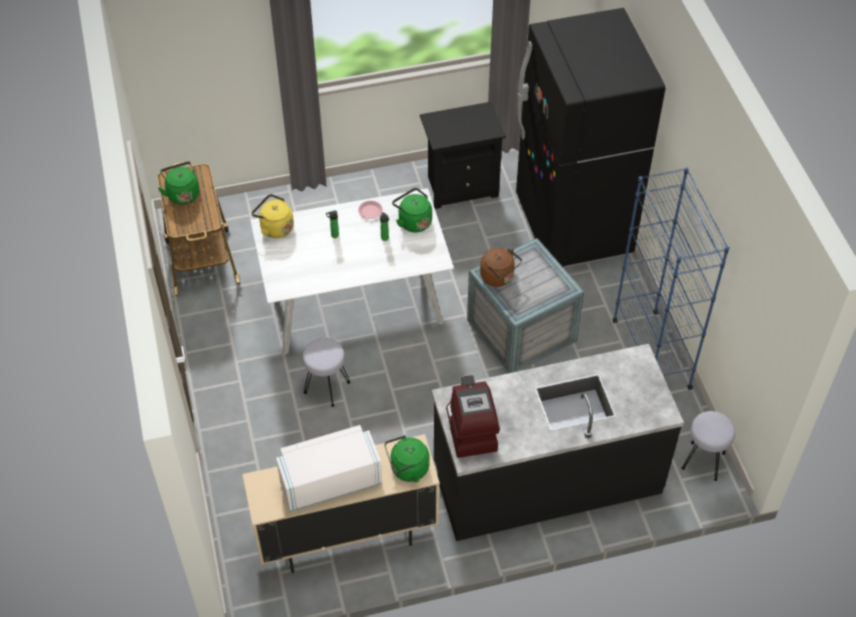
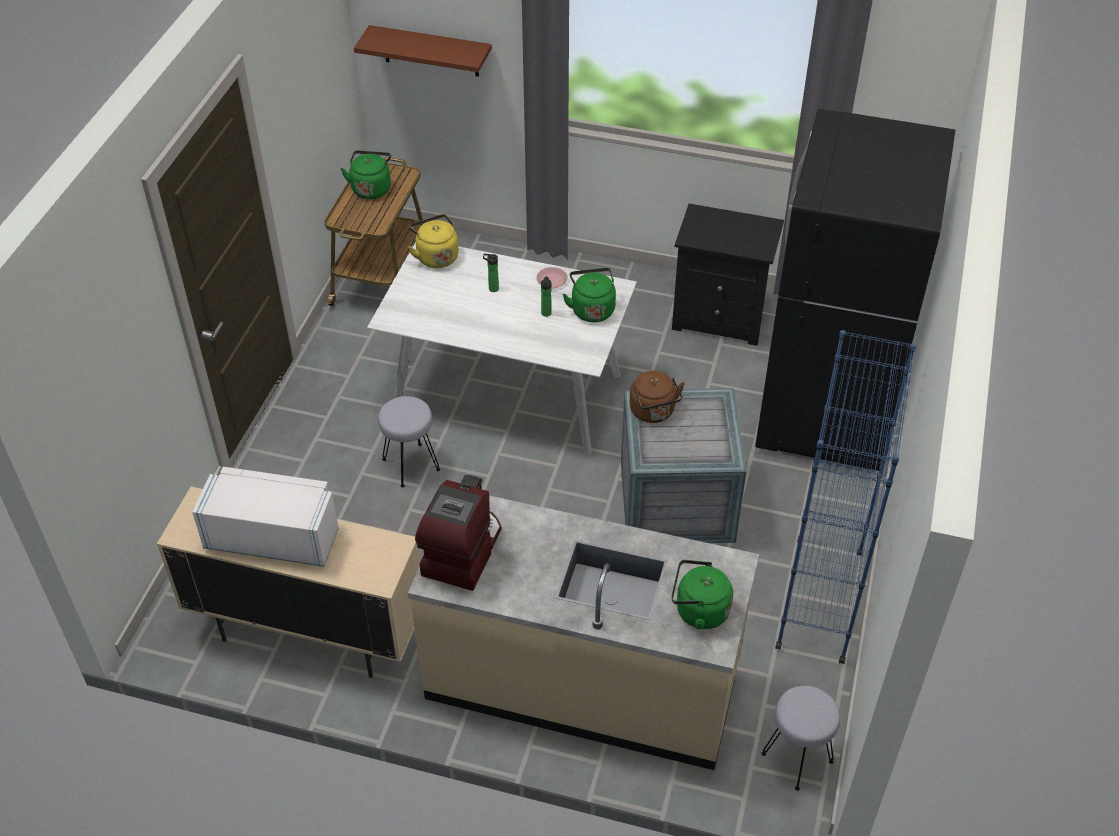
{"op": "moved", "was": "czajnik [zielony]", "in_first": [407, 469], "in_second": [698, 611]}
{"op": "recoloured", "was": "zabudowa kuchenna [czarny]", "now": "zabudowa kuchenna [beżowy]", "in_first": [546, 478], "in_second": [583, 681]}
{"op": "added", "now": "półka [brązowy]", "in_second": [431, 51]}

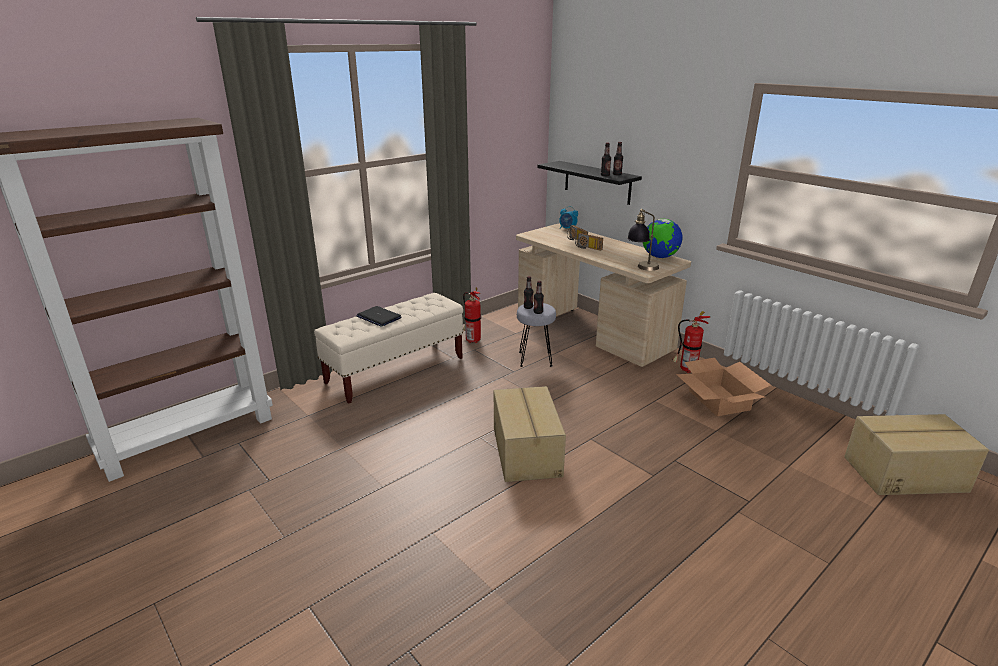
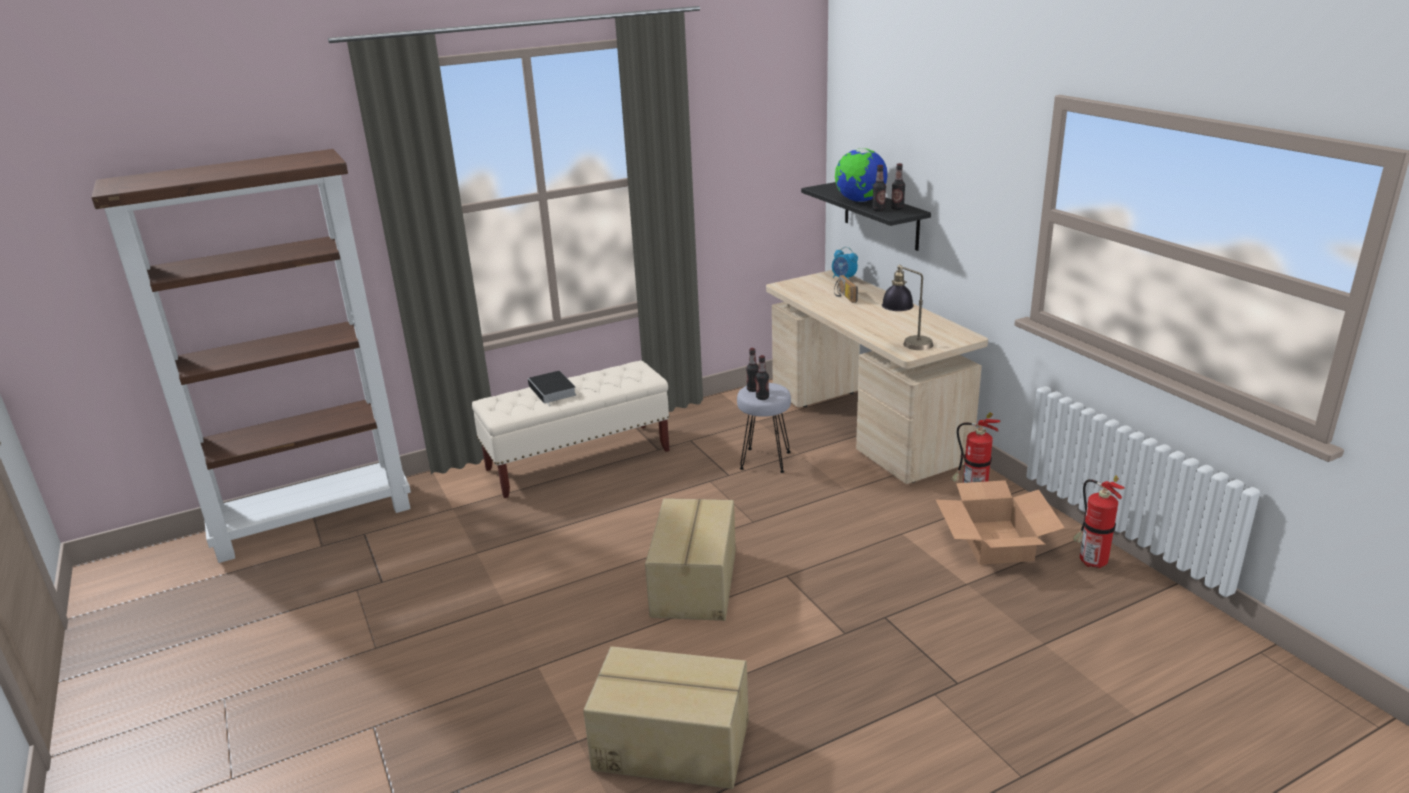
{"op": "replaced", "was": "laptop", "now": "książka", "in_first": [378, 317], "in_second": [553, 391]}
{"op": "moved", "was": "gaśnica", "in_first": [472, 340], "in_second": [1090, 561]}
{"op": "removed", "was": "radio", "in_first": [587, 248]}
{"op": "moved", "was": "globus", "in_first": [659, 257], "in_second": [860, 201]}
{"op": "moved", "was": "karton", "in_first": [903, 473], "in_second": [671, 743]}

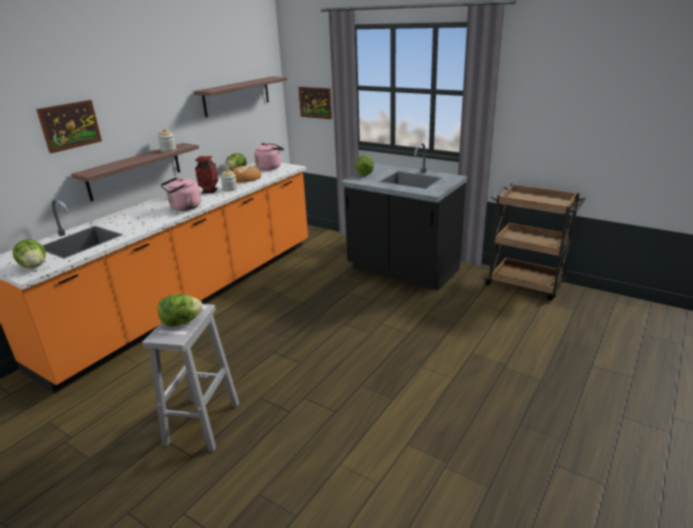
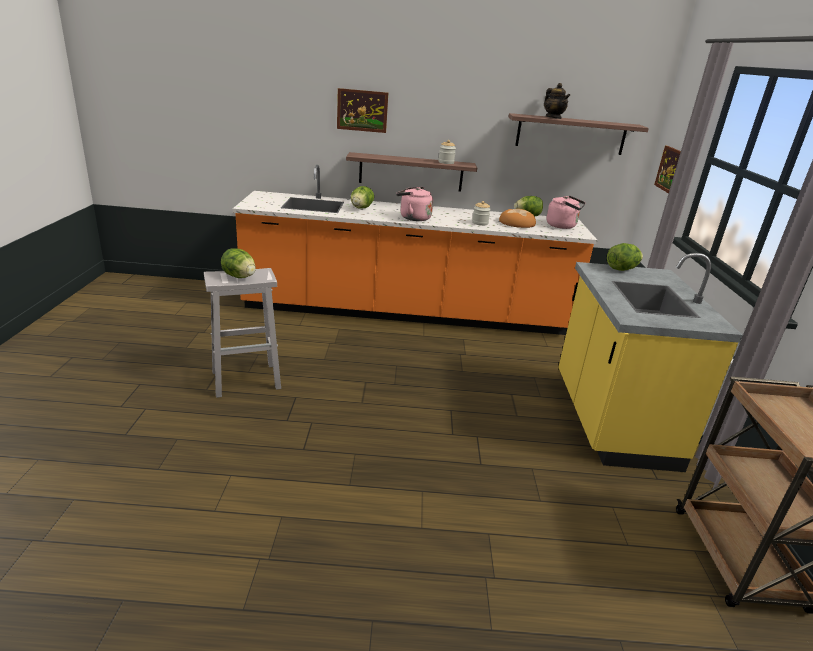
{"op": "moved", "was": "sałata", "in_first": [34, 266], "in_second": [361, 208]}
{"op": "removed", "was": "wazon", "in_first": [209, 191]}
{"op": "recoloured", "was": "zabudowa kuchenna [czarny]", "now": "zabudowa kuchenna [żółty]", "in_first": [402, 270], "in_second": [610, 421]}
{"op": "added", "now": "imbryk", "in_second": [553, 118]}

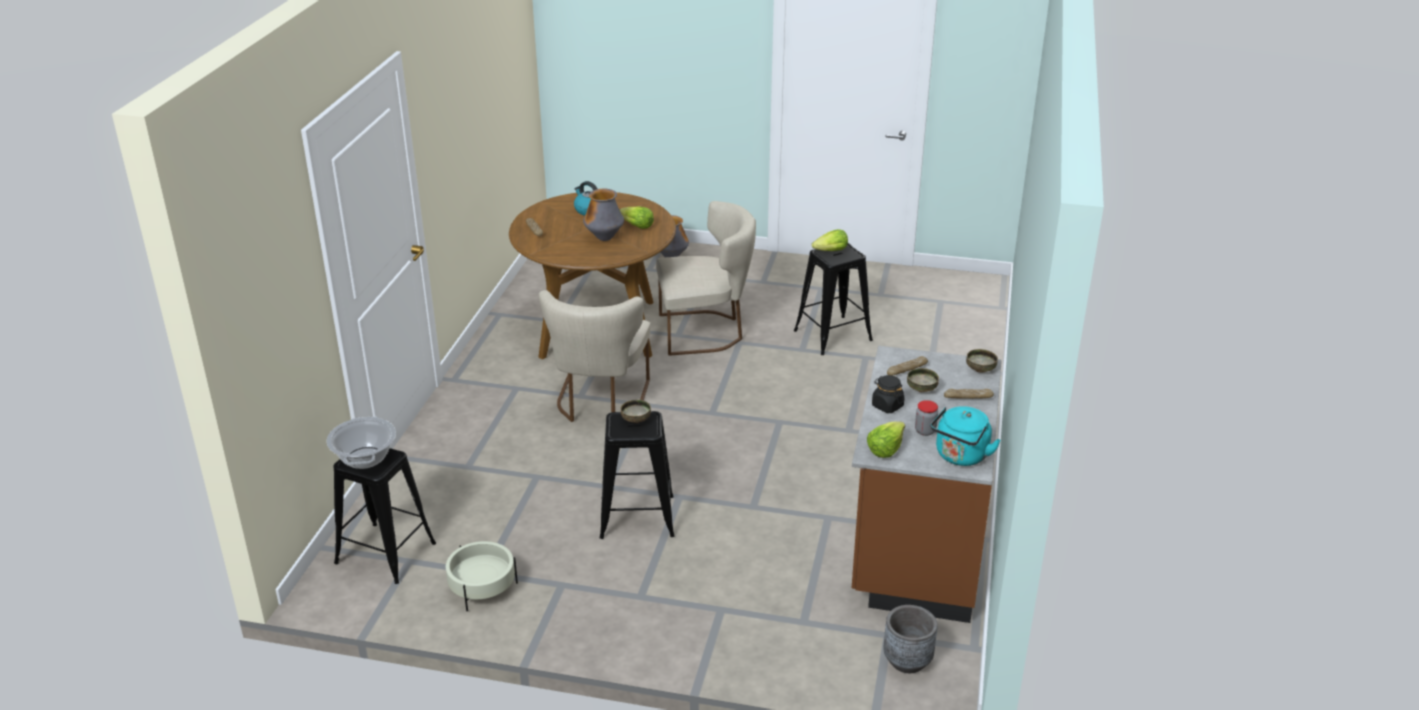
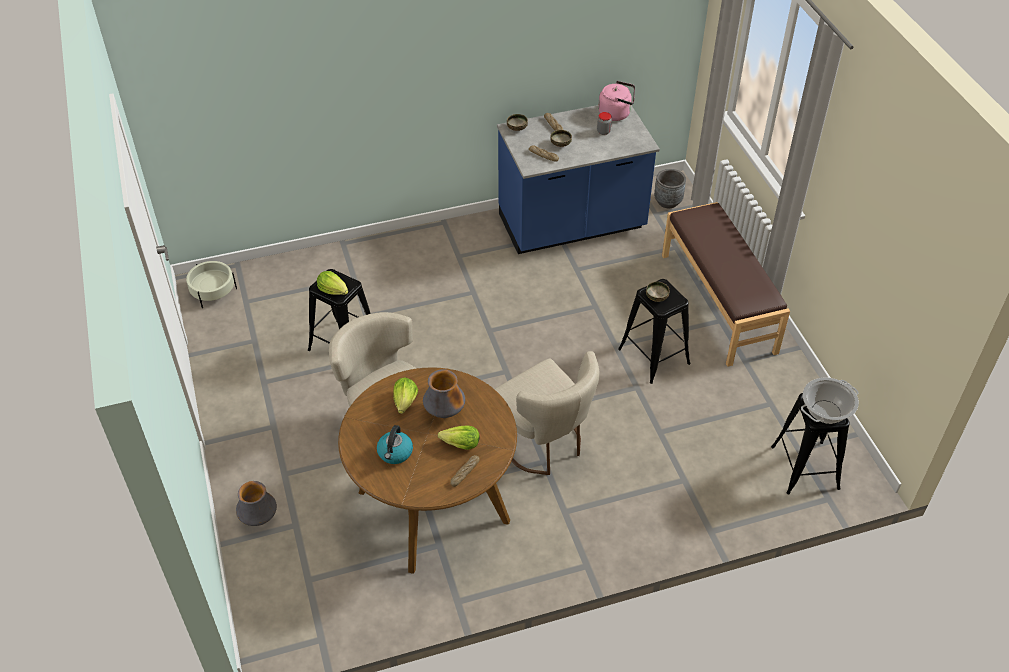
{"op": "moved", "was": "donica [beżowy]", "in_first": [482, 588], "in_second": [213, 292]}
{"op": "turned", "was": "krzesło [beżowy]", "in_first": [600, 403], "in_second": [543, 444], "clockwise": 75}
{"op": "recoloured", "was": "zabudowa kuchenna [brązowy]", "now": "zabudowa kuchenna [niebieski]", "in_first": [916, 546], "in_second": [572, 225]}
{"op": "moved", "was": "sałata", "in_first": [885, 448], "in_second": [460, 444]}
{"op": "removed", "was": "słoik [czarny]", "in_first": [887, 406]}
{"op": "recoloured", "was": "czajnik [turkusowy]", "now": "czajnik [różowy]", "in_first": [960, 457], "in_second": [616, 113]}
{"op": "added", "now": "ławka [brązowy]", "in_second": [718, 302]}

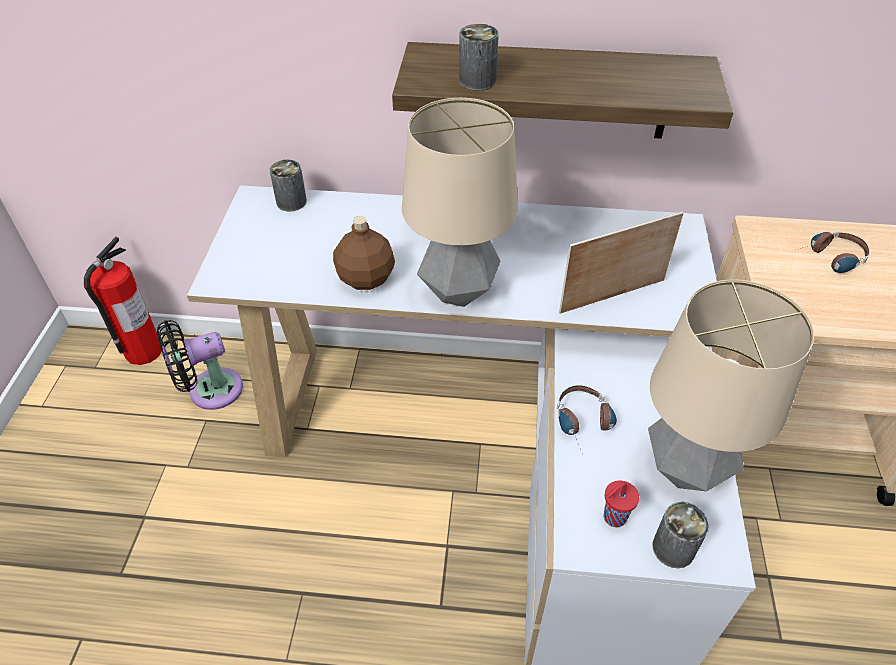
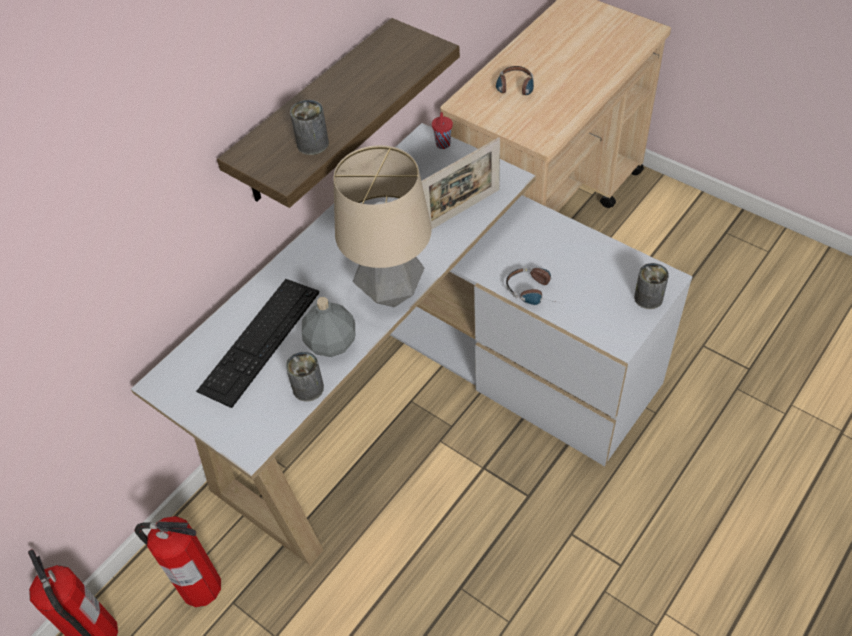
{"op": "replaced", "was": "wentylator [czarny]", "now": "gaśnica", "in_first": [210, 391], "in_second": [199, 586]}
{"op": "moved", "was": "puszka", "in_first": [291, 202], "in_second": [308, 388]}
{"op": "recoloured", "was": "butelka [brązowy]", "now": "butelka [szary]", "in_first": [365, 279], "in_second": [332, 344]}
{"op": "turned", "was": "ramka na zdjęcie", "in_first": [612, 296], "in_second": [461, 211], "clockwise": -135}
{"op": "moved", "was": "filiżanka [czerwony]", "in_first": [613, 518], "in_second": [443, 145]}
{"op": "removed", "was": "lampa stołowa", "in_first": [685, 469]}
{"op": "added", "now": "klawiatura", "in_second": [260, 340]}

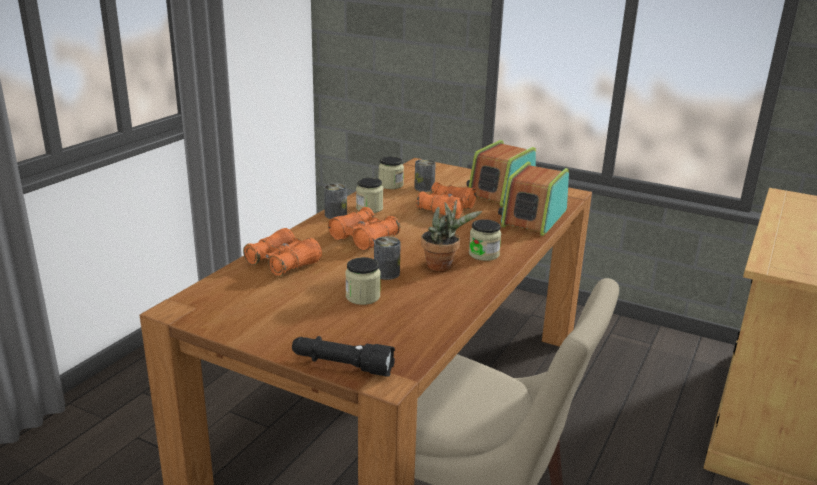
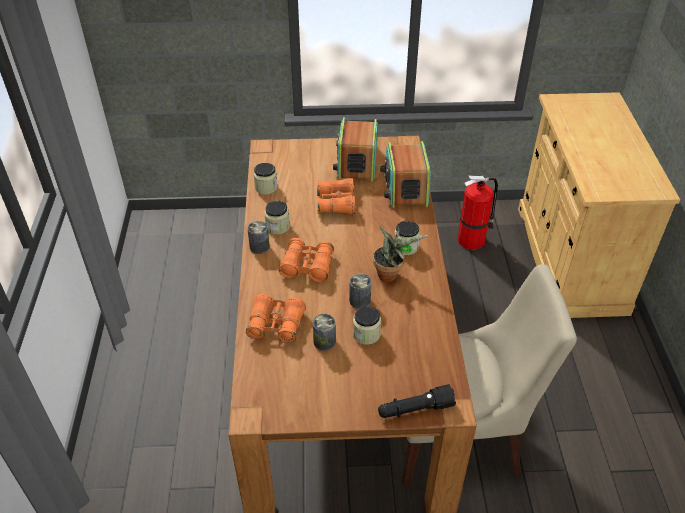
{"op": "moved", "was": "puszka", "in_first": [424, 188], "in_second": [324, 341]}
{"op": "added", "now": "gaśnica", "in_second": [472, 239]}

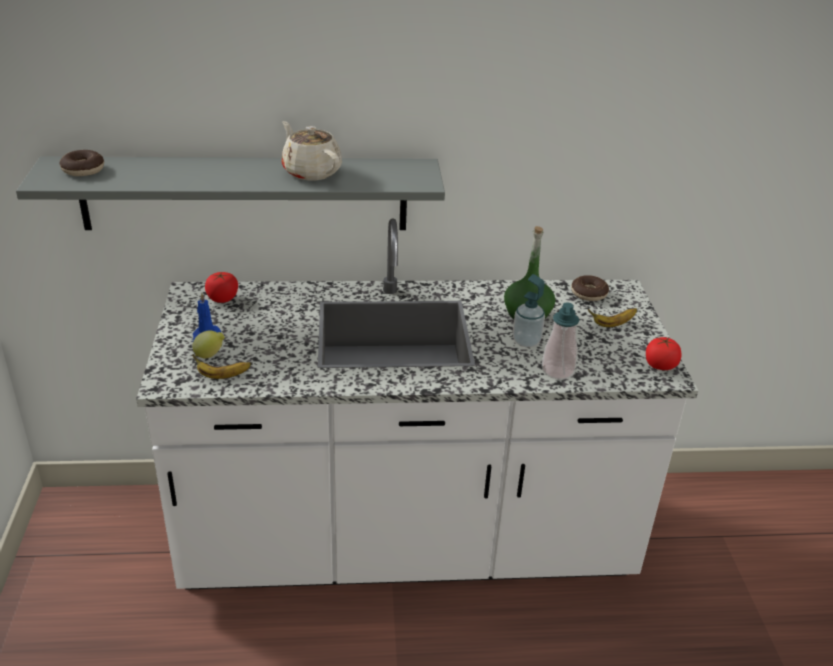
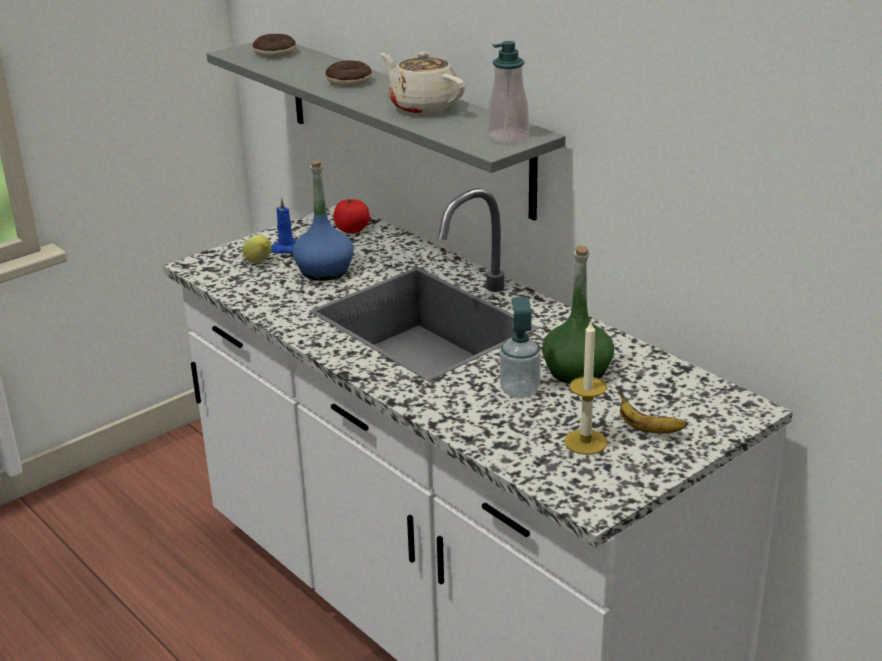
{"op": "removed", "was": "banan", "in_first": [222, 376]}
{"op": "turned", "was": "imbryk [beżowy]", "in_first": [311, 171], "in_second": [423, 107], "clockwise": -60}
{"op": "moved", "was": "dozownik mydła", "in_first": [557, 370], "in_second": [508, 137]}
{"op": "moved", "was": "donut", "in_first": [589, 294], "in_second": [349, 81]}
{"op": "removed", "was": "pomidor", "in_first": [660, 366]}
{"op": "added", "now": "butelka [niebieski]", "in_second": [324, 271]}
{"op": "added", "now": "świeca", "in_second": [585, 442]}

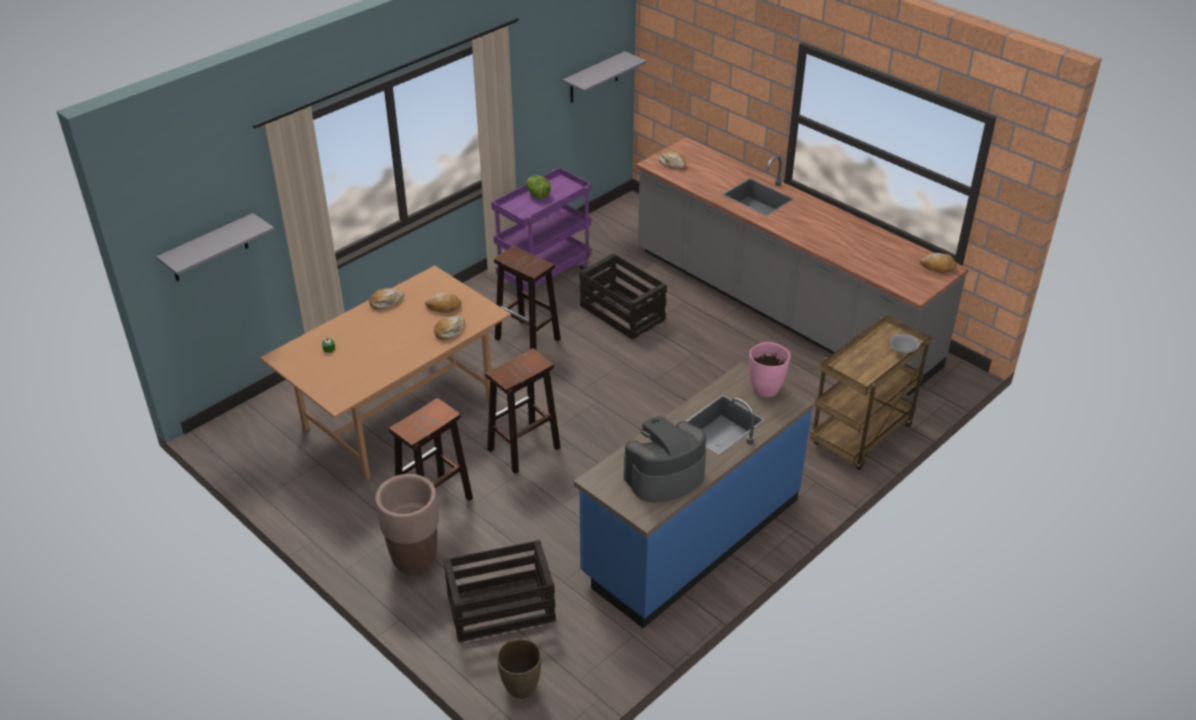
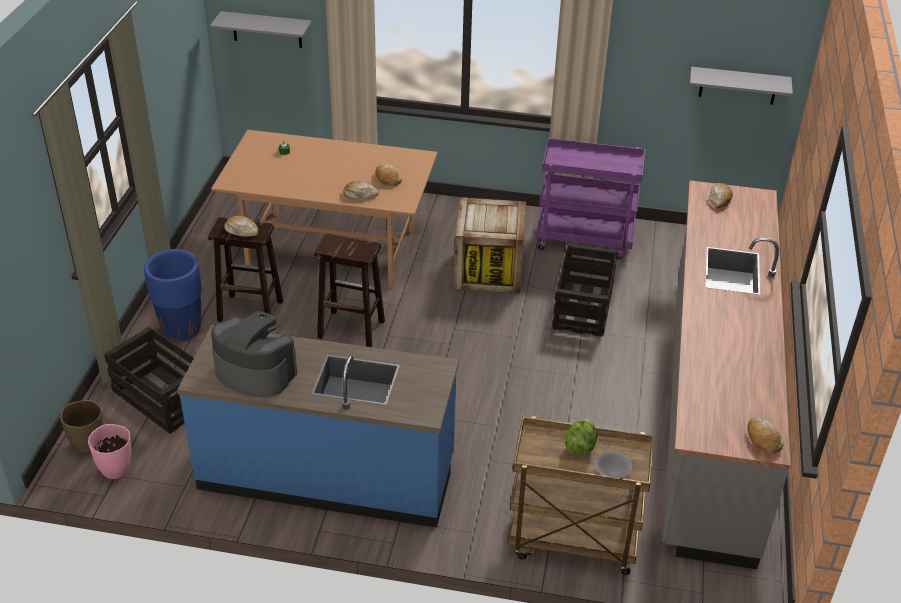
{"op": "moved", "was": "chleb", "in_first": [386, 302], "in_second": [241, 230]}
{"op": "recoloured", "was": "donica [brązowy]", "now": "donica [niebieski]", "in_first": [414, 560], "in_second": [181, 330]}
{"op": "replaced", "was": "stołek [brązowy]", "now": "skrzynka", "in_first": [528, 339], "in_second": [488, 271]}
{"op": "moved", "was": "sałata", "in_first": [538, 195], "in_second": [580, 446]}
{"op": "moved", "was": "wazon [różowy]", "in_first": [765, 390], "in_second": [116, 470]}

